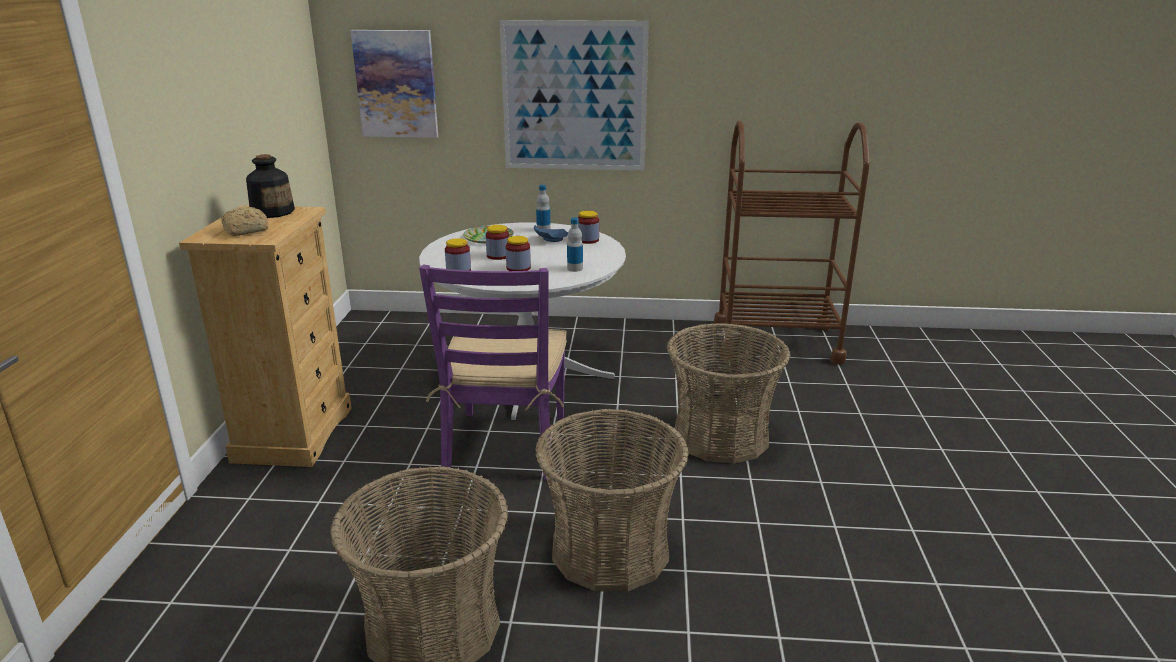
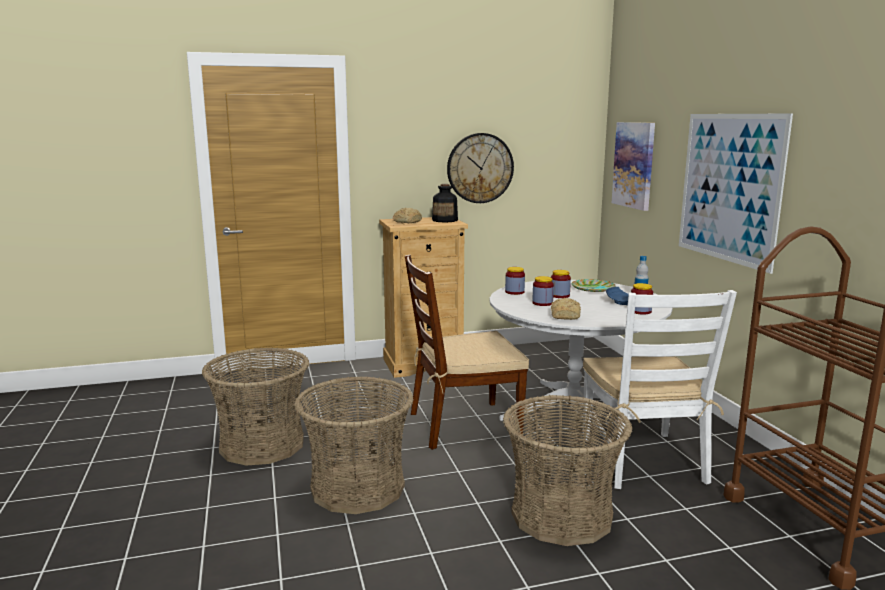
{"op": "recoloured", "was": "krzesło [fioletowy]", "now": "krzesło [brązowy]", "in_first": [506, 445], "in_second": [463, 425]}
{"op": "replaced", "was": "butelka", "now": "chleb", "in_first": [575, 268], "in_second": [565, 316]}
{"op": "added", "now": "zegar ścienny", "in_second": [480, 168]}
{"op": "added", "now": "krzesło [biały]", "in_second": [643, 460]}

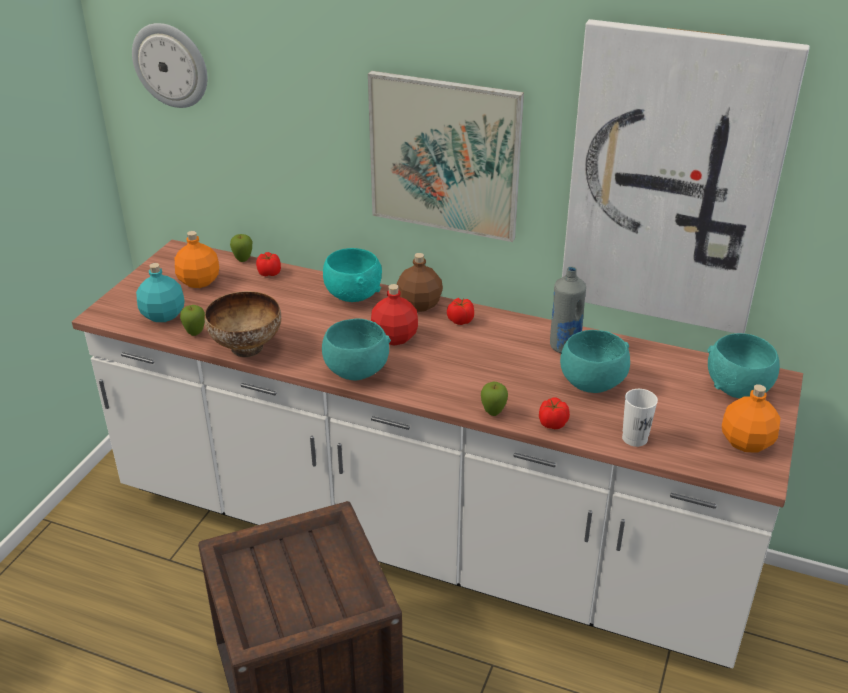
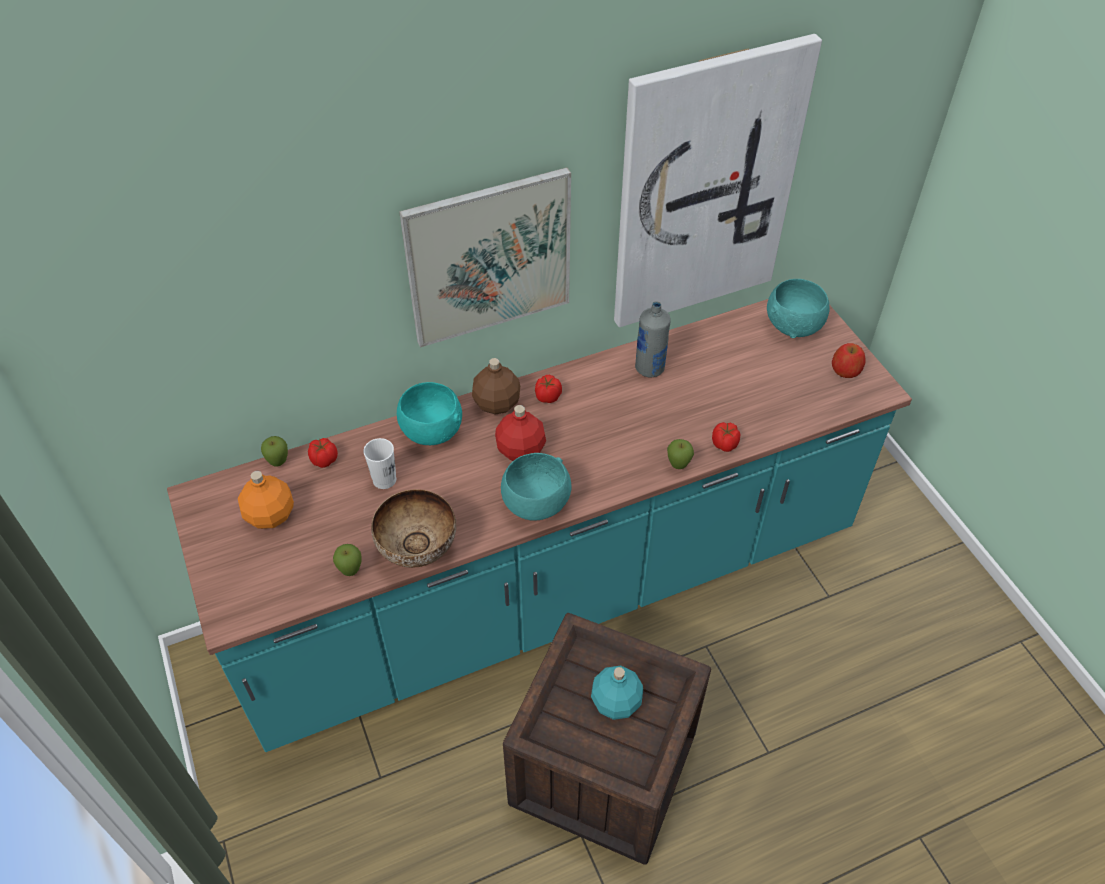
{"op": "recoloured", "was": "zabudowa kuchenna [biały]", "now": "zabudowa kuchenna [turkusowy]", "in_first": [424, 537], "in_second": [552, 588]}
{"op": "removed", "was": "zegar ścienny", "in_first": [171, 65]}
{"op": "moved", "was": "butelka [turkusowy]", "in_first": [163, 315], "in_second": [616, 703]}
{"op": "removed", "was": "miska [turkusowy]", "in_first": [590, 383]}
{"op": "moved", "was": "filiżanka [biały]", "in_first": [634, 438], "in_second": [384, 480]}
{"op": "replaced", "was": "butelka [pomarańczowy]", "now": "jabłko", "in_first": [745, 442], "in_second": [846, 369]}

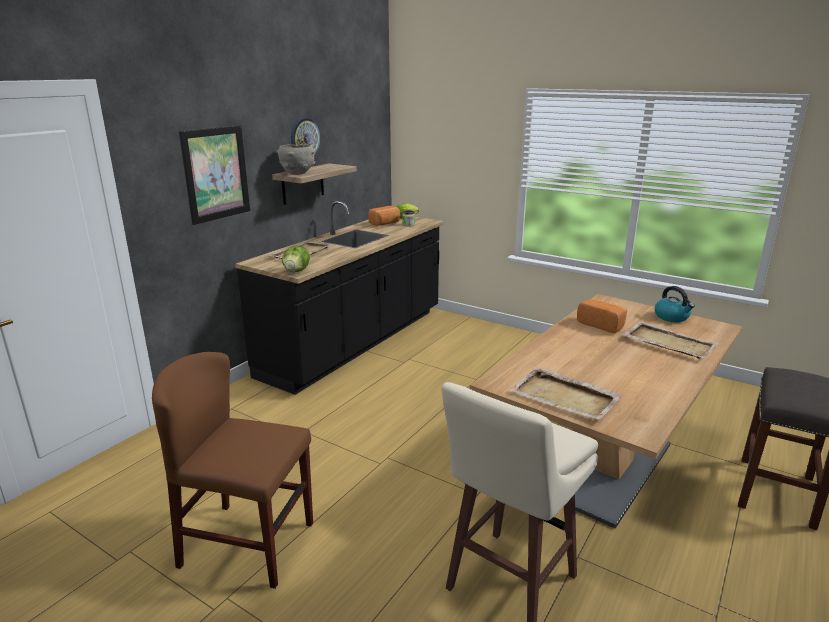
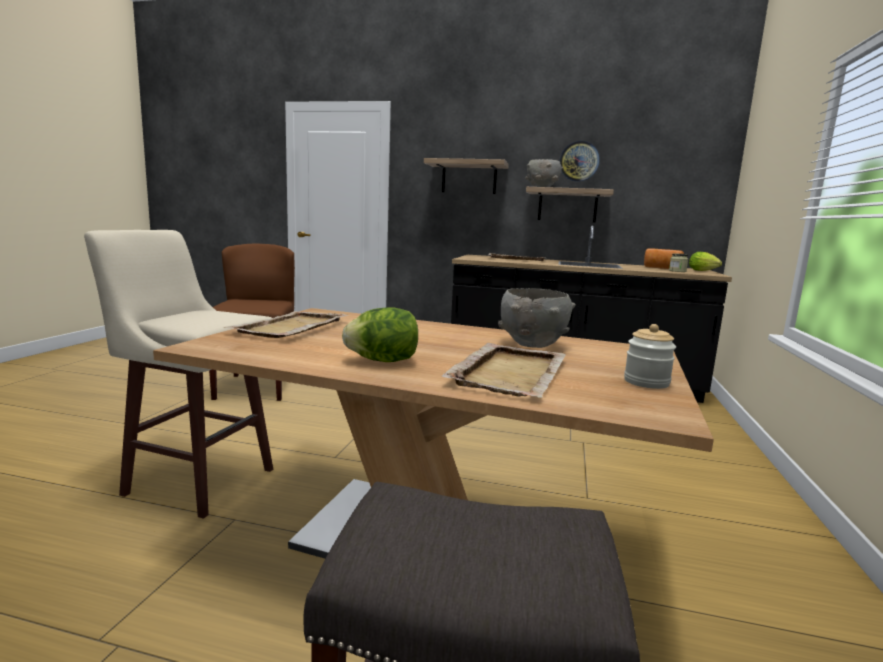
{"op": "replaced", "was": "obraz", "now": "półka", "in_first": [216, 173], "in_second": [469, 178]}
{"op": "moved", "was": "sałata", "in_first": [296, 271], "in_second": [383, 361]}
{"op": "replaced", "was": "chleb", "now": "miska [szary]", "in_first": [601, 325], "in_second": [532, 345]}
{"op": "replaced", "was": "czajnik", "now": "słoik", "in_first": [672, 317], "in_second": [646, 382]}

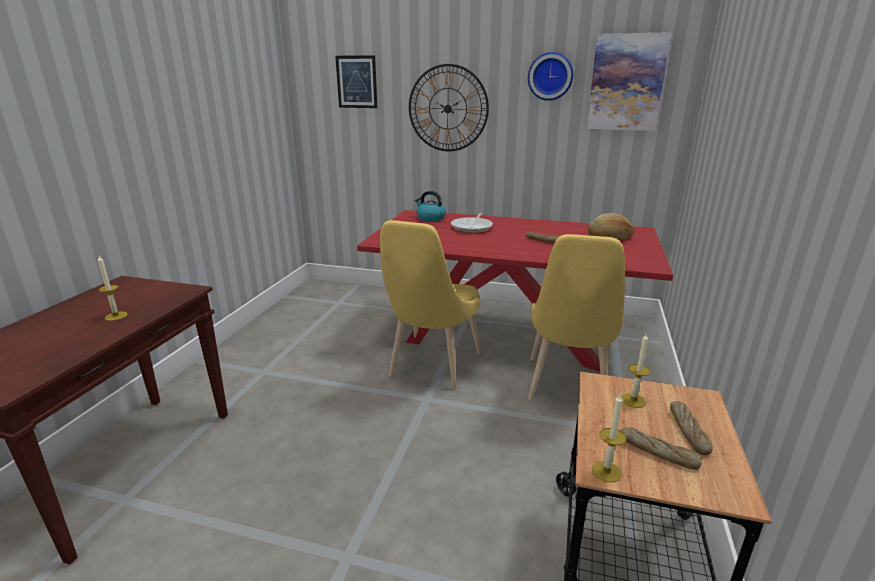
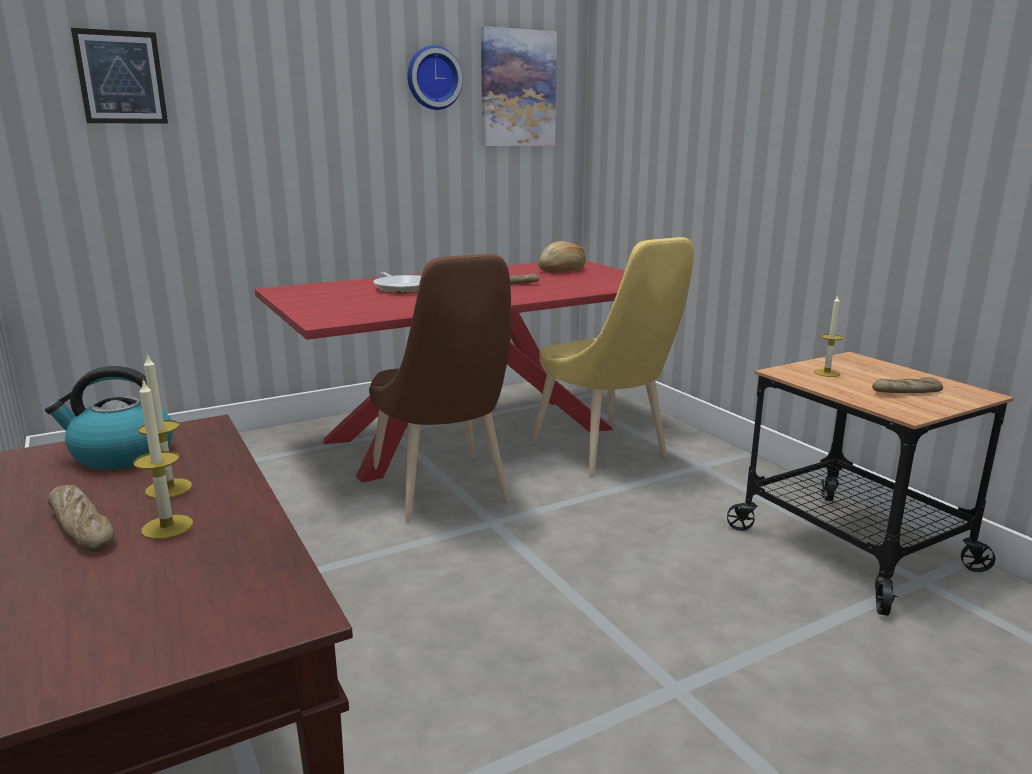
{"op": "recoloured", "was": "krzesło [żółty]", "now": "krzesło [brązowy]", "in_first": [432, 368], "in_second": [443, 493]}
{"op": "removed", "was": "zegar ścienny", "in_first": [448, 108]}
{"op": "moved", "was": "czajnik", "in_first": [430, 218], "in_second": [121, 454]}
{"op": "moved", "was": "świeca", "in_first": [606, 471], "in_second": [167, 527]}
{"op": "moved", "was": "chleb", "in_first": [688, 431], "in_second": [82, 528]}

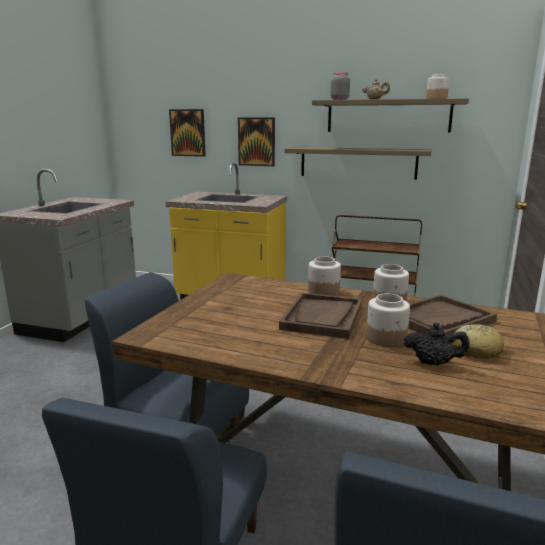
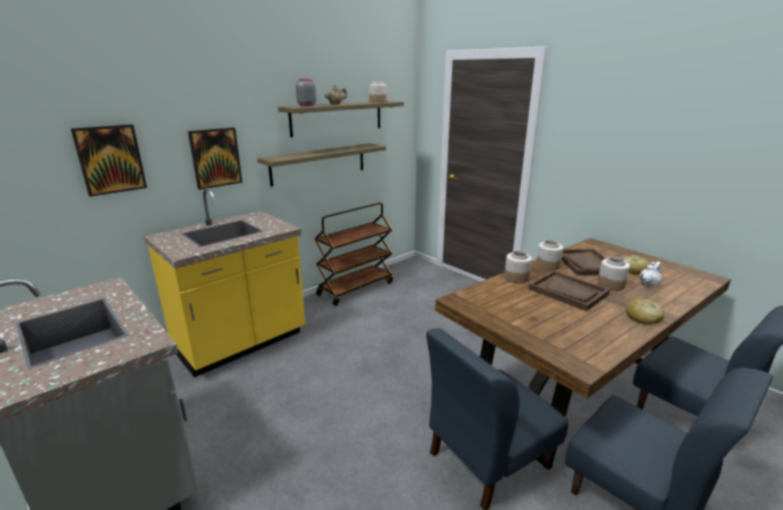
{"op": "recoloured", "was": "imbryk [czarny]", "now": "imbryk [biały]", "in_first": [433, 363], "in_second": [648, 284]}
{"op": "added", "now": "chleb", "in_second": [642, 318]}

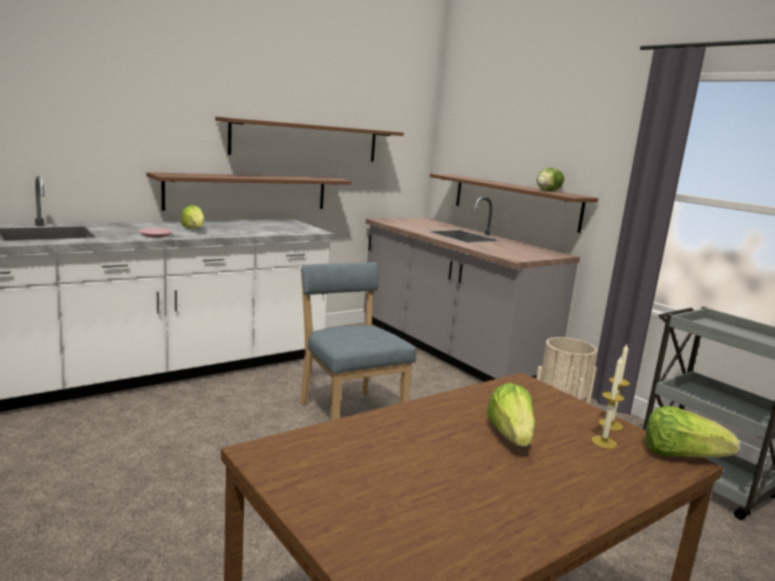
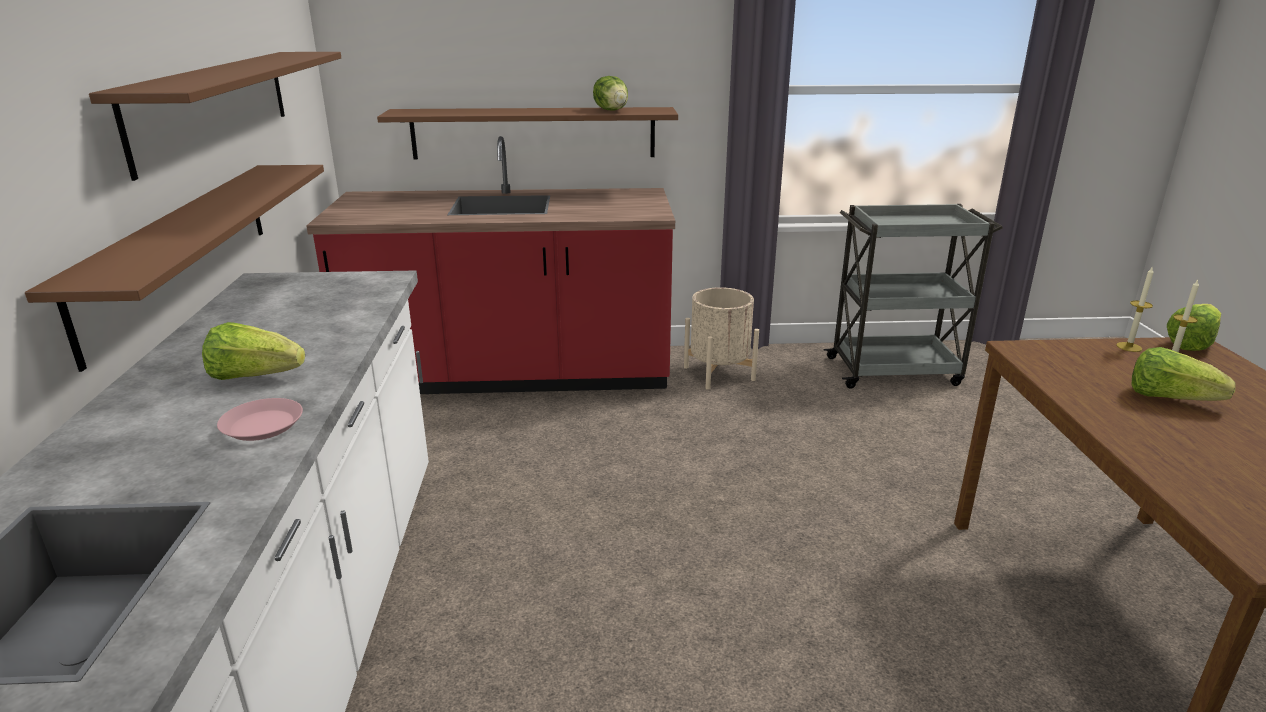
{"op": "removed", "was": "krzesło [niebieski]", "in_first": [348, 413]}
{"op": "recoloured", "was": "zabudowa kuchenna [szary]", "now": "zabudowa kuchenna [czerwony]", "in_first": [449, 351], "in_second": [512, 376]}

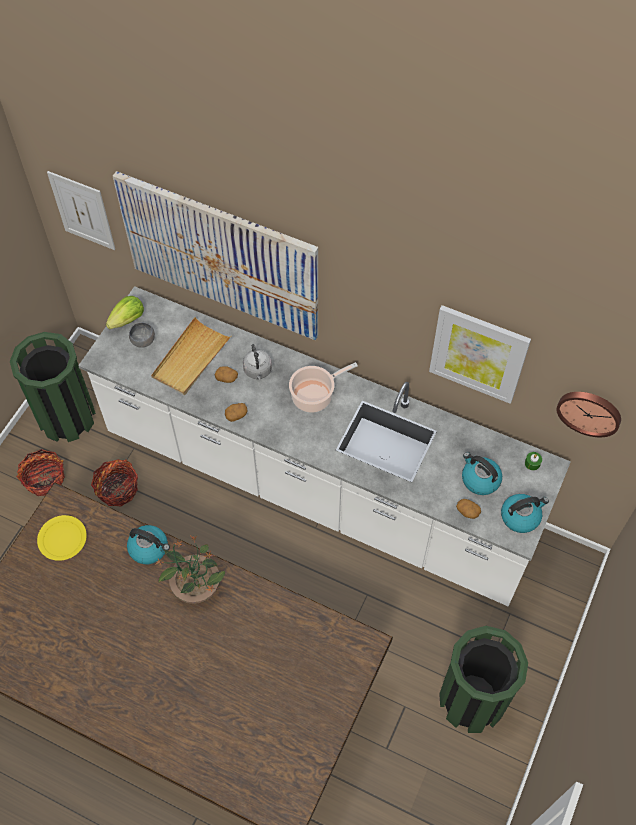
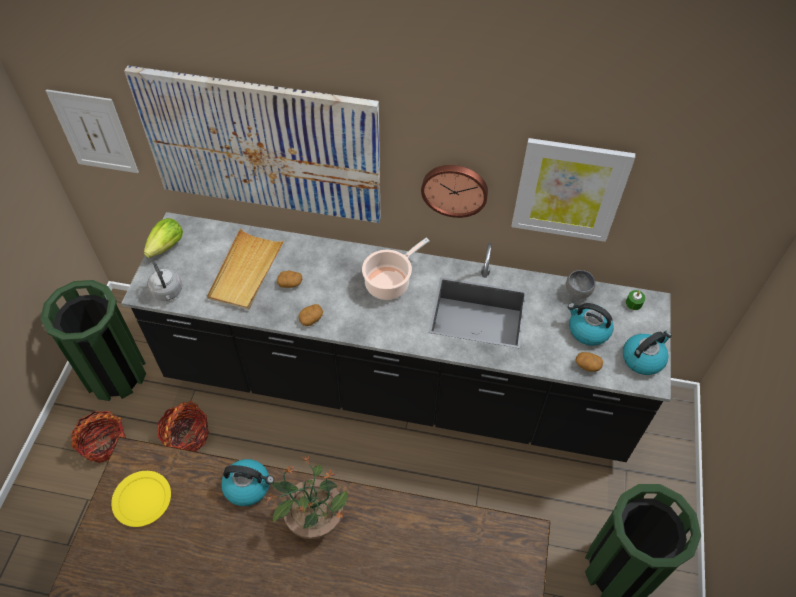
{"op": "recoloured", "was": "zabudowa kuchenna [biały]", "now": "zabudowa kuchenna [czarny]", "in_first": [318, 486], "in_second": [396, 387]}
{"op": "moved", "was": "miska [szary]", "in_first": [143, 342], "in_second": [578, 292]}
{"op": "moved", "was": "czajnik [szary]", "in_first": [258, 371], "in_second": [168, 292]}
{"op": "moved", "was": "zegar ścienny", "in_first": [589, 411], "in_second": [455, 189]}

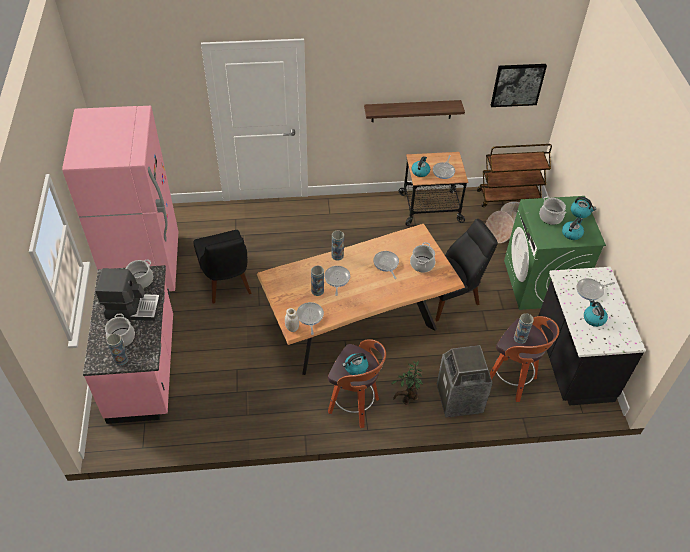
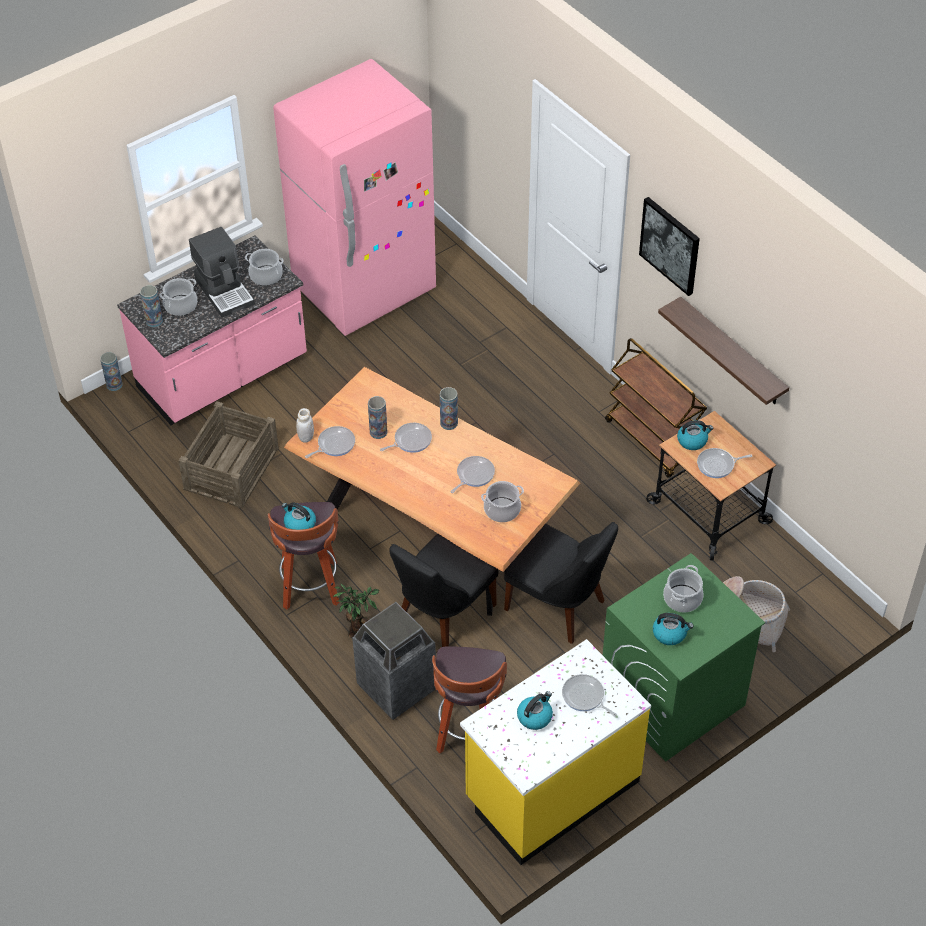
{"op": "moved", "was": "krzesło [czarny]", "in_first": [226, 282], "in_second": [442, 616]}
{"op": "moved", "was": "wózek [brązowy]", "in_first": [509, 197], "in_second": [653, 440]}
{"op": "moved", "was": "obraz", "in_first": [517, 84], "in_second": [670, 245]}
{"op": "moved", "was": "wazon", "in_first": [520, 338], "in_second": [114, 385]}
{"op": "recoloured", "was": "zabudowa kuchenna [czarny]", "now": "zabudowa kuchenna [żółty]", "in_first": [571, 362], "in_second": [551, 790]}
{"op": "removed", "was": "czajnik", "in_first": [580, 212]}
{"op": "added", "now": "skrzynka", "in_second": [232, 468]}

